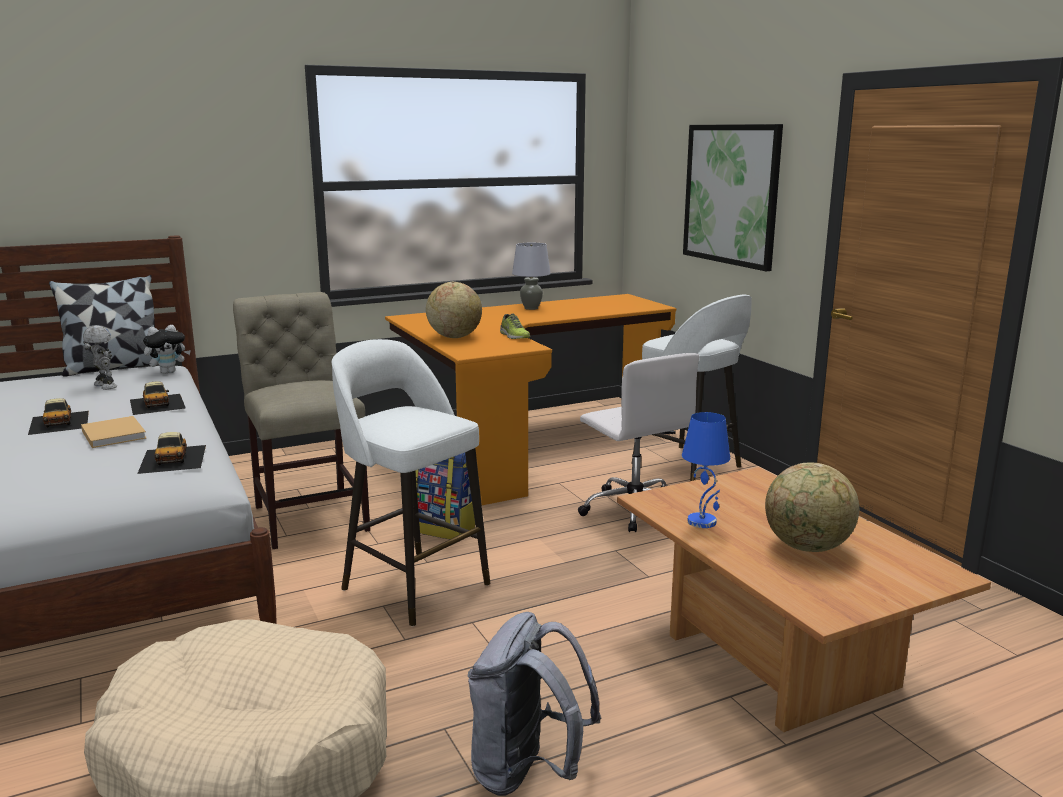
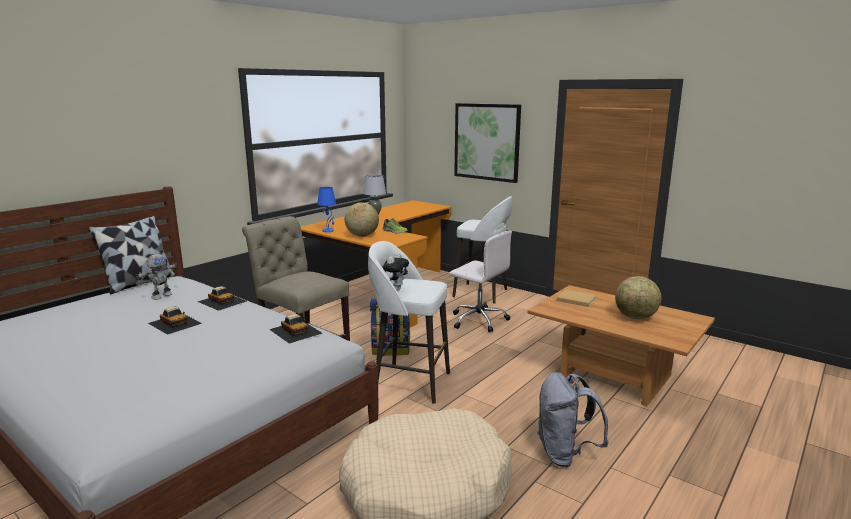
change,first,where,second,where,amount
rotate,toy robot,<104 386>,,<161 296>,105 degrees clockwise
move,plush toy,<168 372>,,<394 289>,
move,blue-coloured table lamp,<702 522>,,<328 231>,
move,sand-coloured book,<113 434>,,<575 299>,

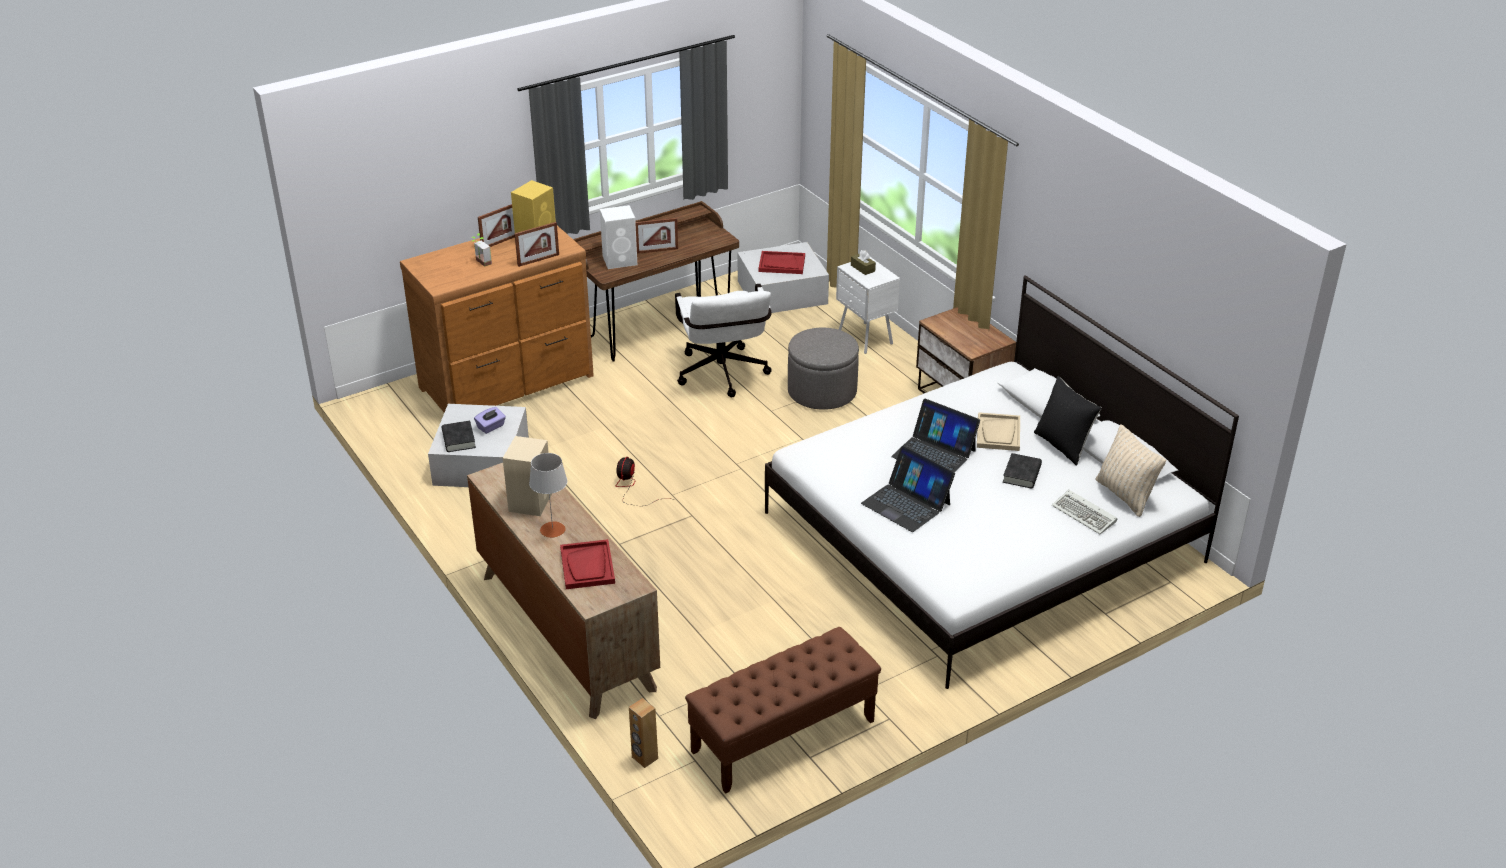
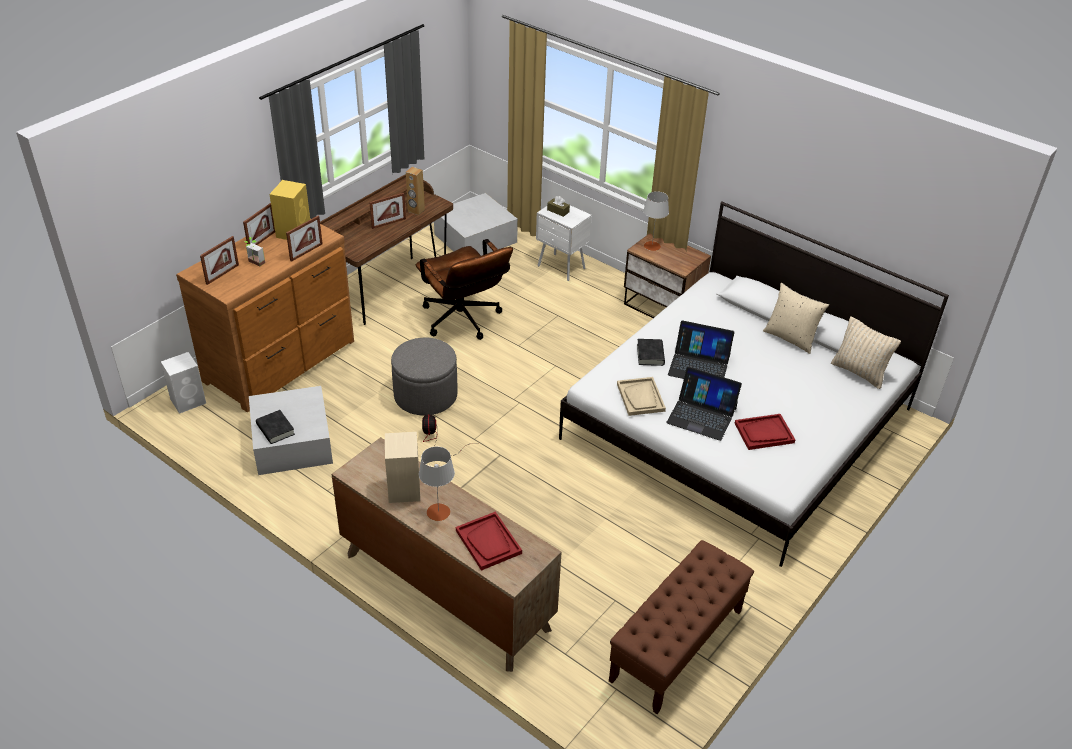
change,first,where,second,where,amount
move,whitish loudspeaker,<620 260>,,<189 401>,
move,red-coloured serving tray,<781 264>,,<764 433>,
recolor,whitish desk chair,<723 377>,brown-coloured desk chair,<464 322>,
move,greyish footrest,<822 392>,,<425 396>,
recolor,blackish throw pillow,<1063 445>,sand-coloured throw pillow,<790 338>,
delete,purple-coloured box of tissues,<491 427>,,,
move,sand-coloured serving tray,<998 433>,,<640 397>,
move,blackish book,<1021 474>,,<650 355>,
delete,PC keyboard,<1085 515>,,,
move,brown-coloured loudspeaker,<644 758>,,<416 210>,
insert,,,greyish table lamp,<652 246>,
insert,,,photo frame,<222 274>,

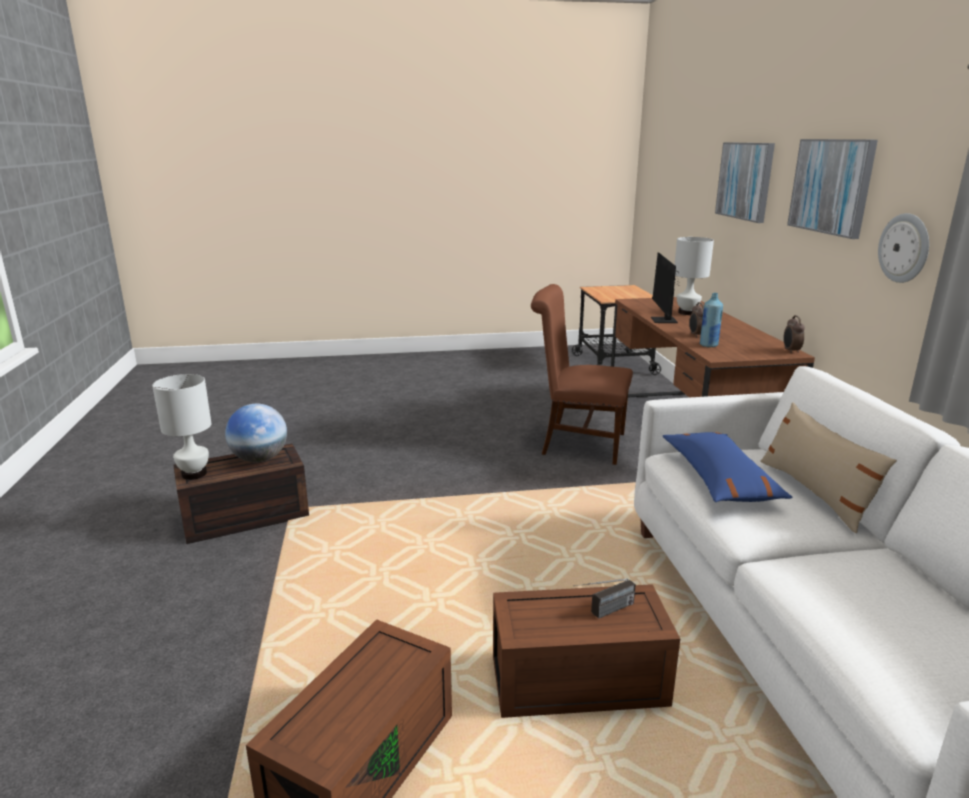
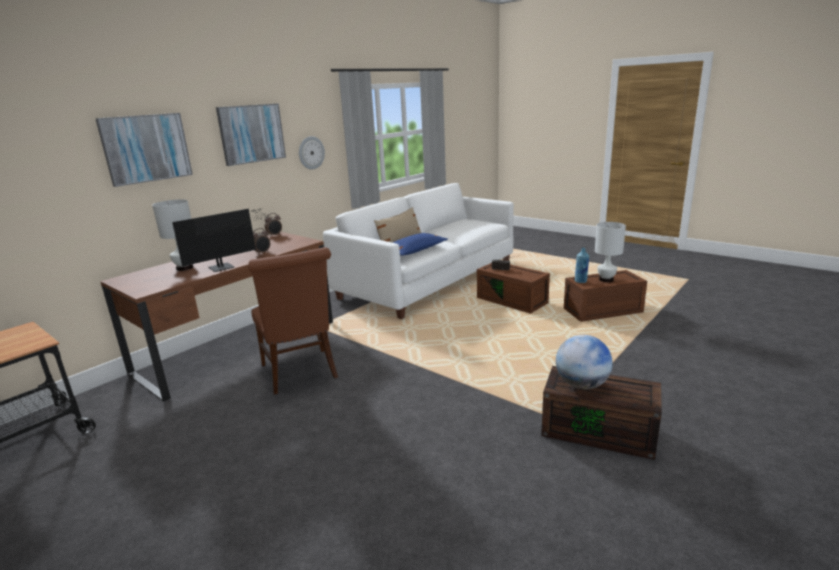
change,first,where,second,where,amount
move,blue-coloured drink bottle,<708 345>,,<581 281>,
move,whitish table lamp,<195 474>,,<605 279>,

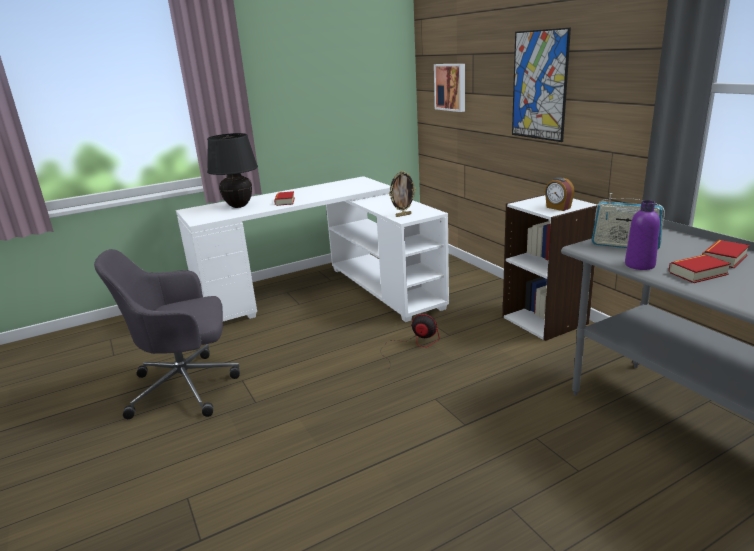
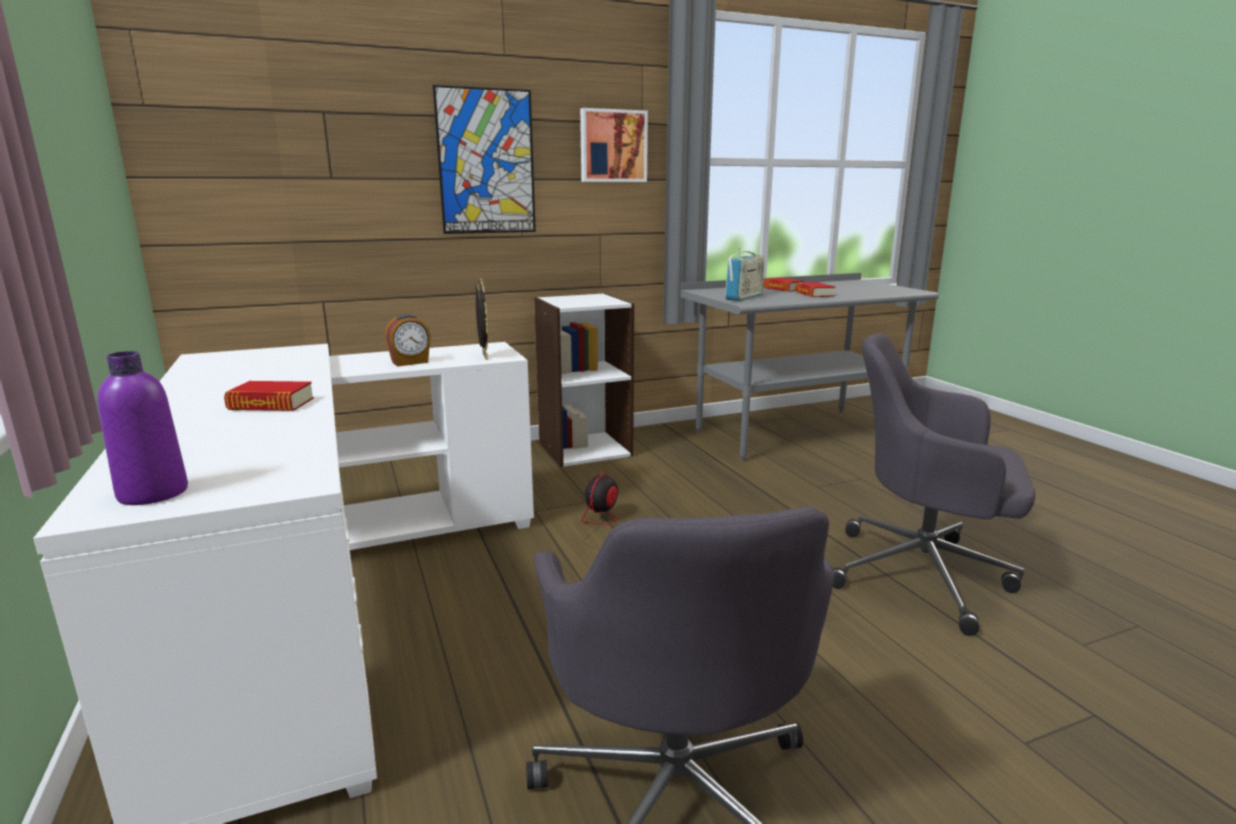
change,first,where,second,where,amount
move,picture,<451 87>,,<612 146>,
delete,blackish table lamp,<238 206>,,,
move,alarm clock,<558 208>,,<410 362>,
move,purple-coloured drink bottle,<639 265>,,<153 493>,
insert,,,greyish desk chair,<924 575>,

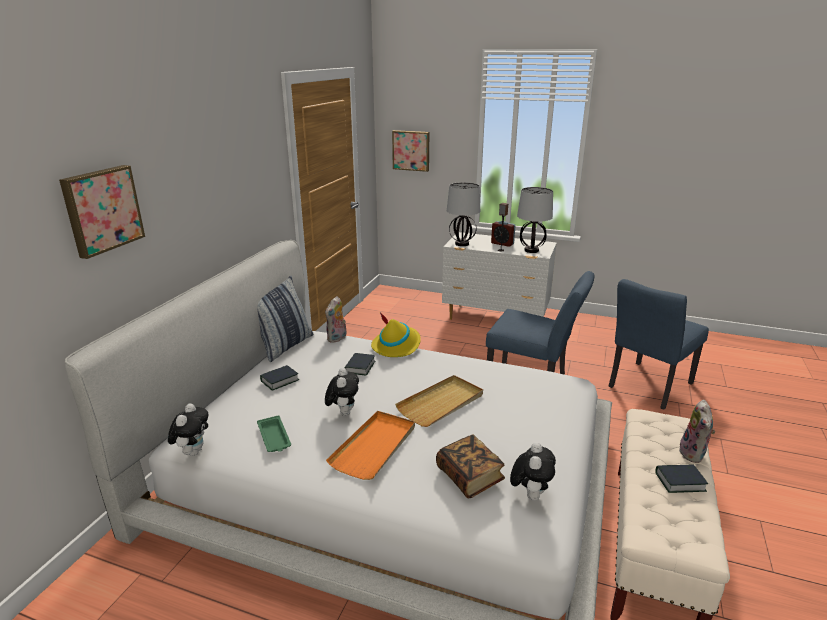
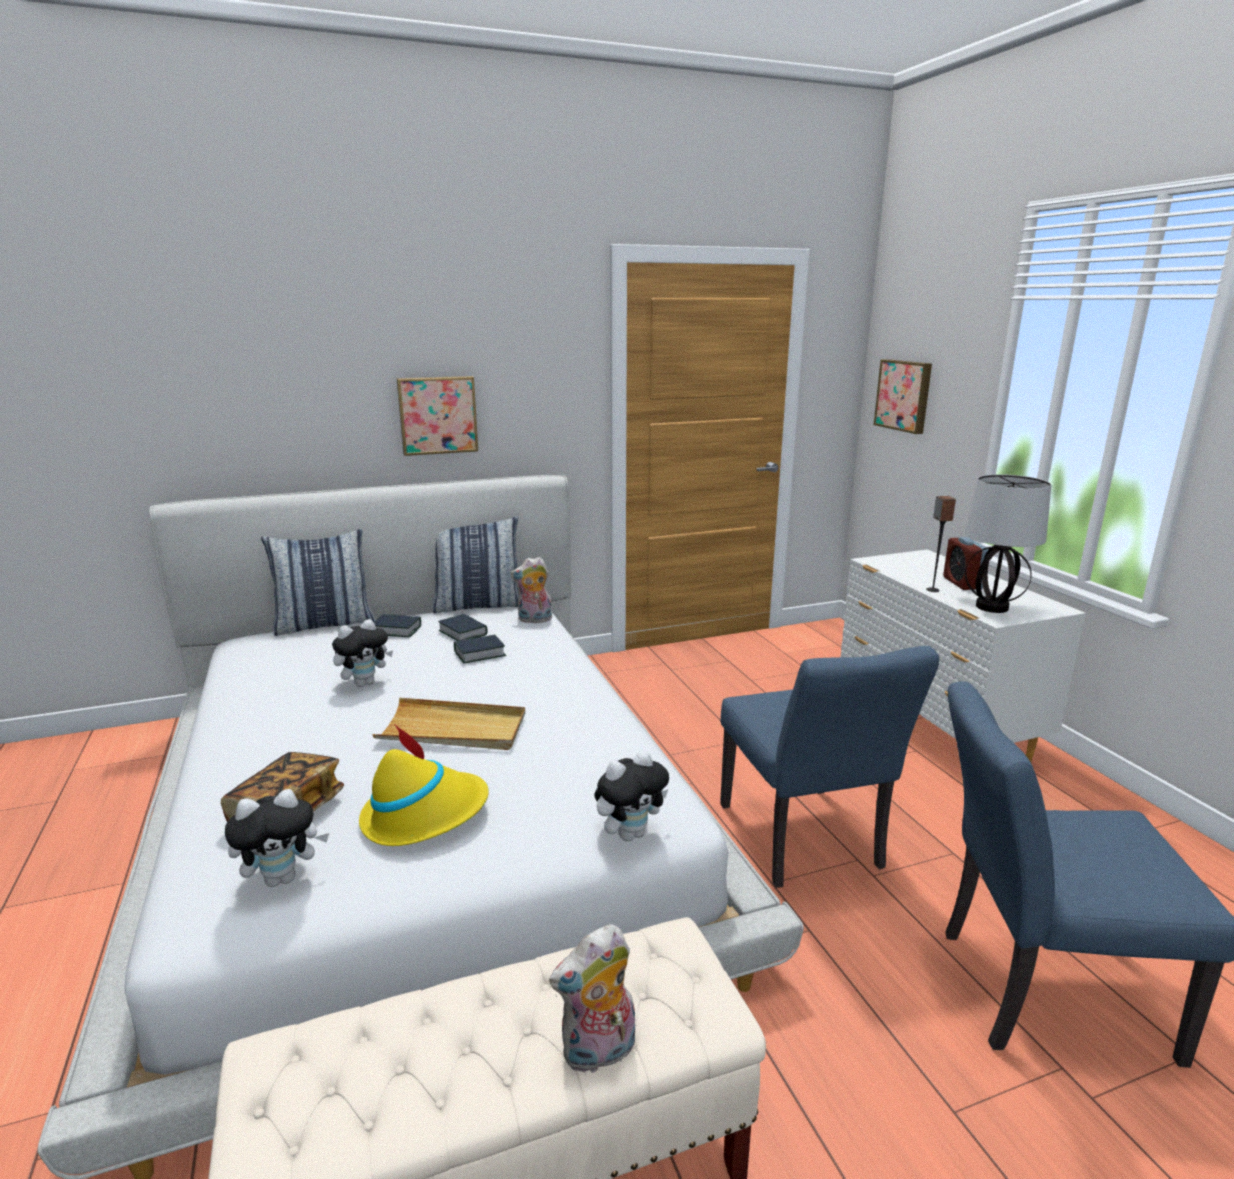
change,first,where,second,where,amount
move,picture,<102 210>,,<437 415>,
delete,table lamp,<462 244>,,,
move,yellow-coloured hat,<396 345>,,<424 814>,
move,plush toy,<193 451>,,<630 833>,
delete,orangey serving tray,<374 446>,,,
delete,green-coloured serving tray,<274 437>,,,
move,book,<679 482>,,<463 633>,
insert,,,throw pillow,<325 624>,

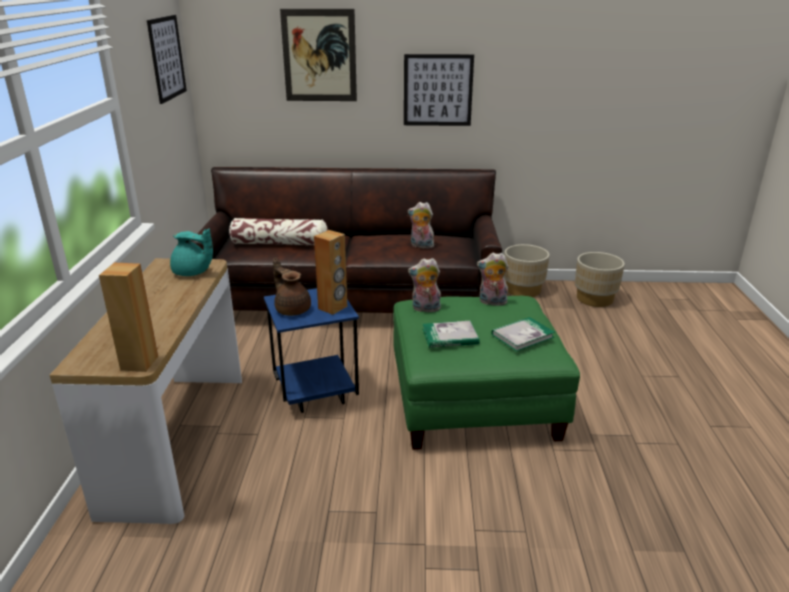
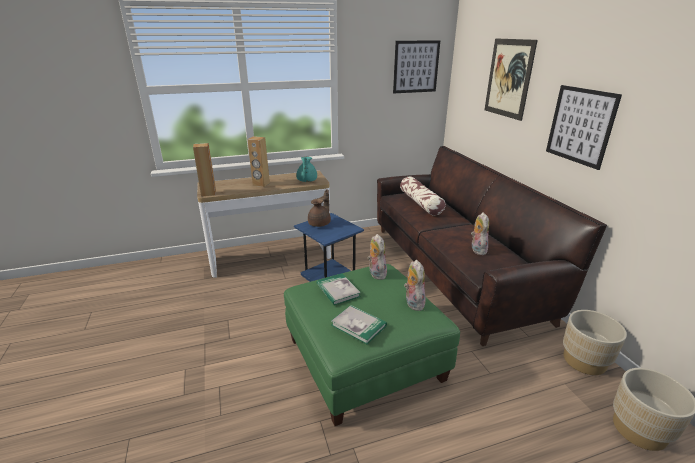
change,first,where,second,where,amount
move,brown-coloured loudspeaker,<333 308>,,<261 184>,

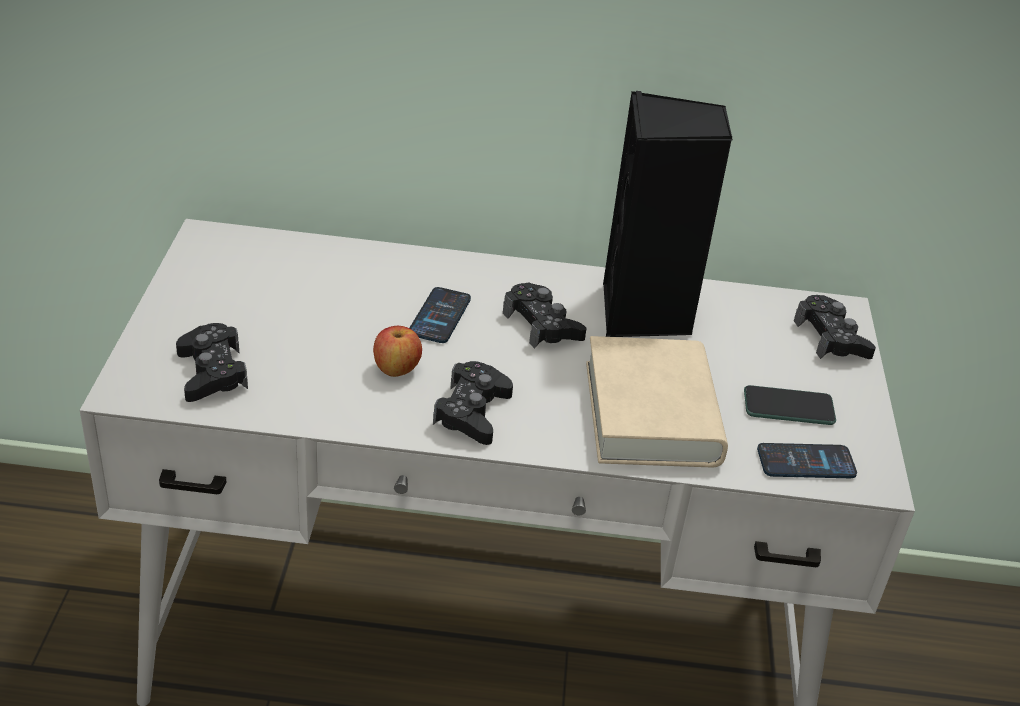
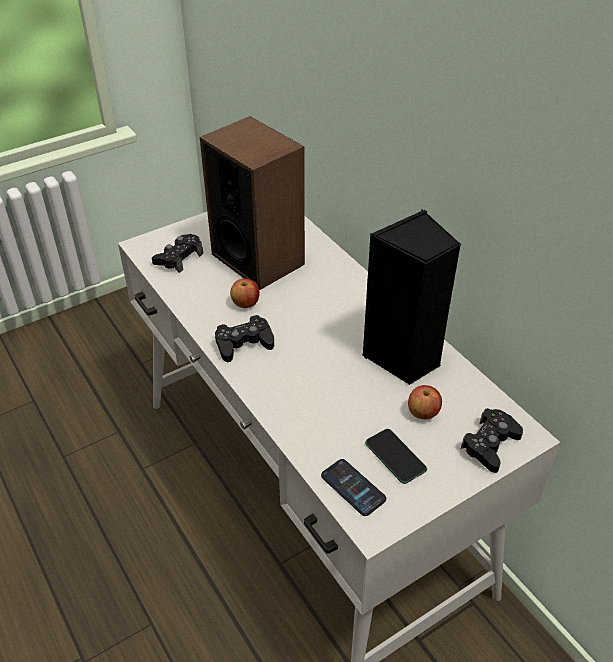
change,first,where,second,where,amount
delete,blackish game controller,<542 325>,,,
delete,handset,<440 316>,,,
delete,sand-coloured book,<651 413>,,,
insert,,,loudspeaker,<258 259>,
insert,,,apple,<423 413>,

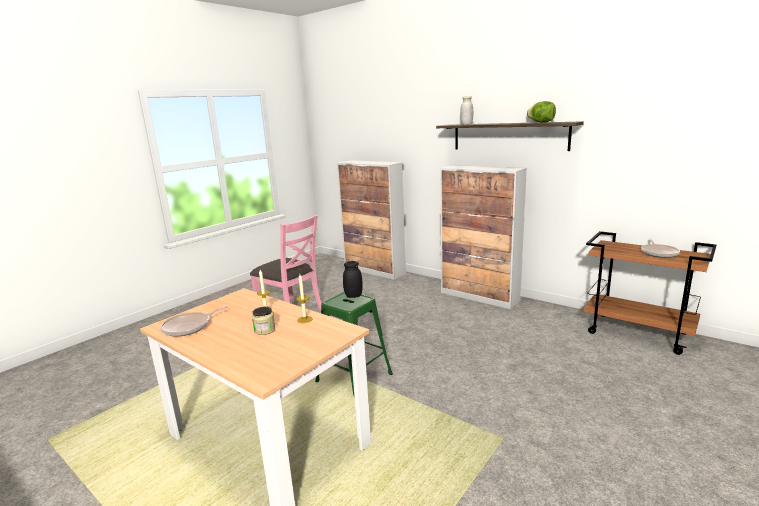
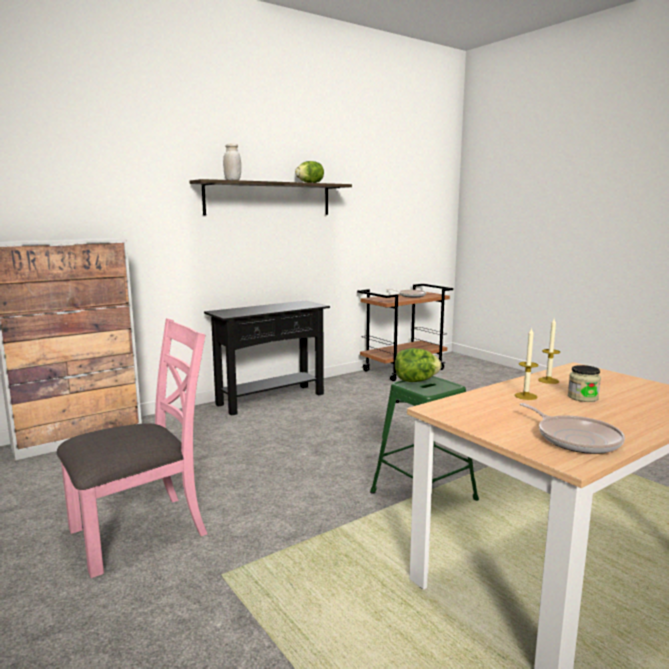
change,first,where,second,where,amount
replace,cupboard,<479 296>,blackish console table,<271 399>,
replace,blackish preserve jar,<353 296>,lettuce head,<415 381>,

